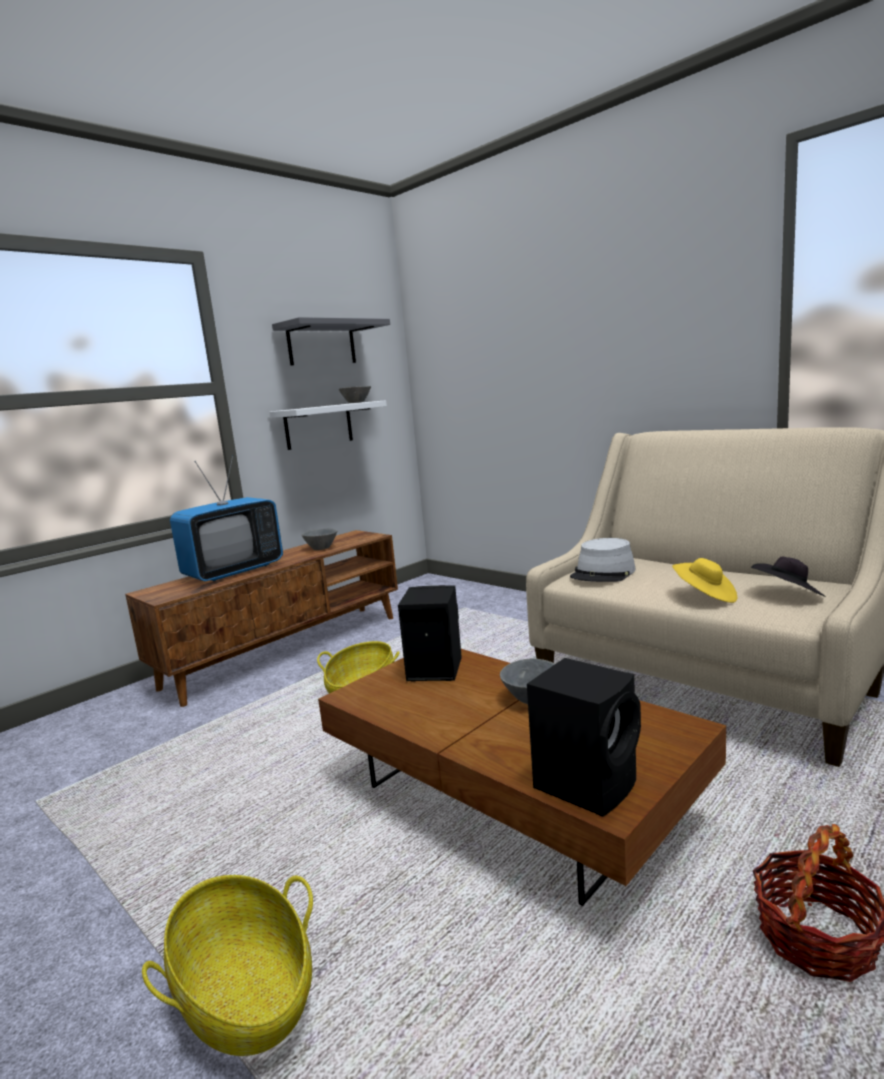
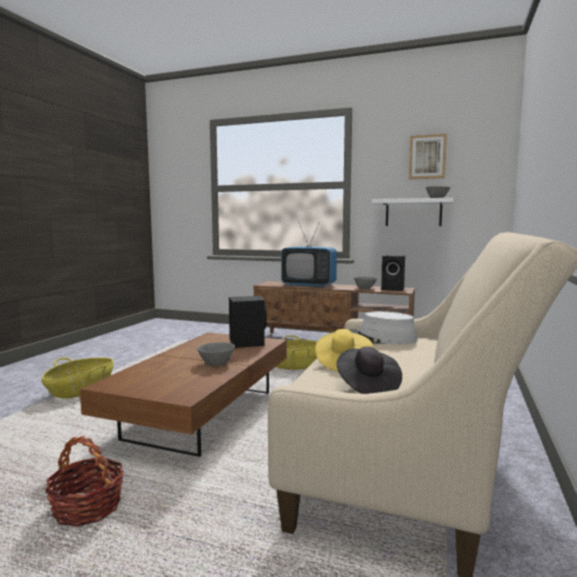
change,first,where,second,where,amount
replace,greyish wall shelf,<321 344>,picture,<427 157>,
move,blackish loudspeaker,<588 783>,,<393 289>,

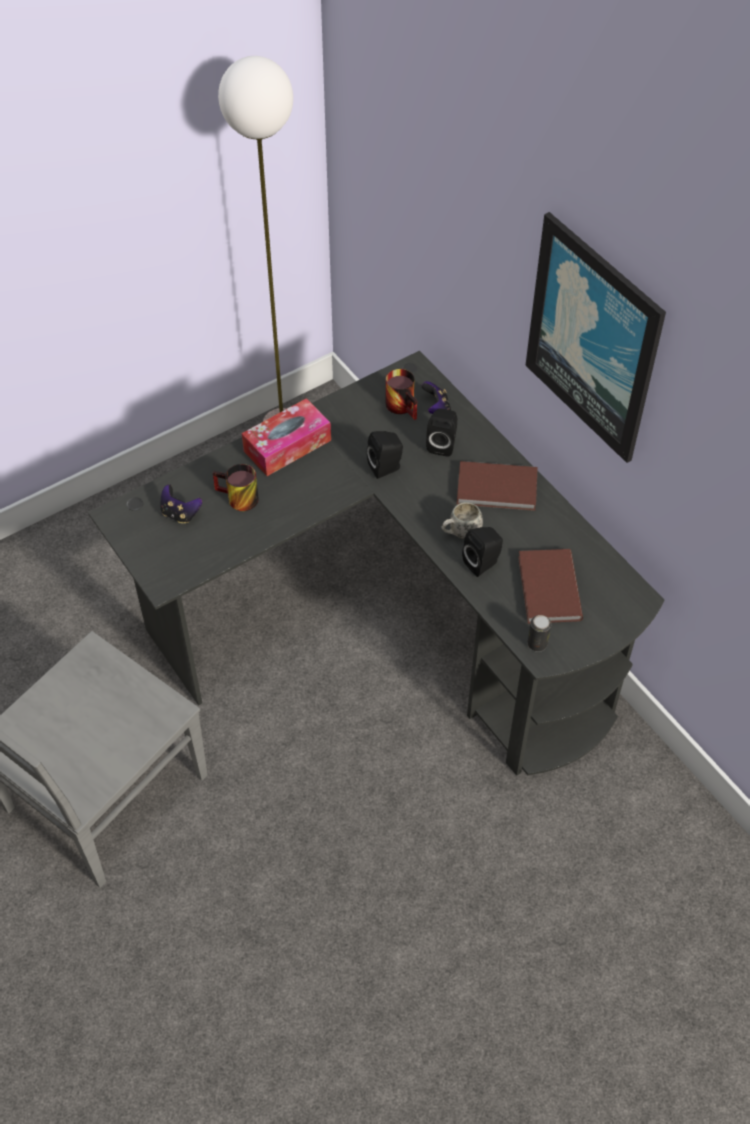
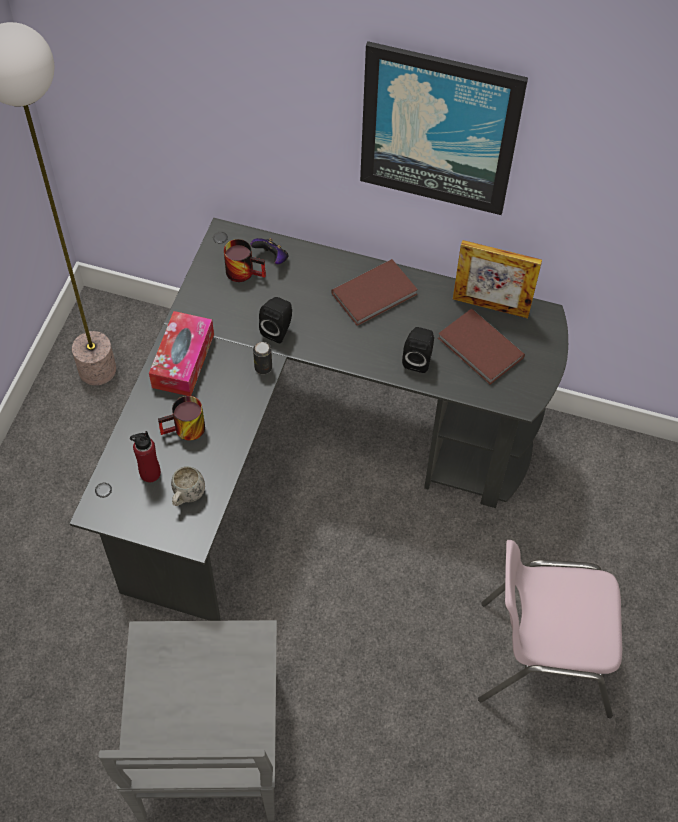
change,first,where,second,where,amount
delete,blackish loudspeaker,<442 444>,,,
replace,game controller,<180 514>,red-coloured drink bottle,<150 473>,
move,whitish coffee mug,<460 533>,,<187 497>,
move,sealed can,<537 644>,,<263 367>,
insert,,,photo frame,<490 306>,
insert,,,pink plain chair,<542 655>,

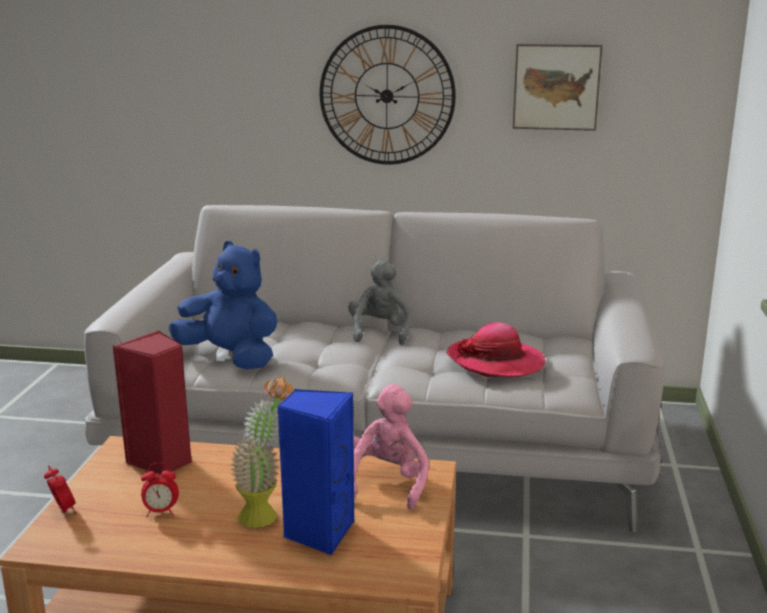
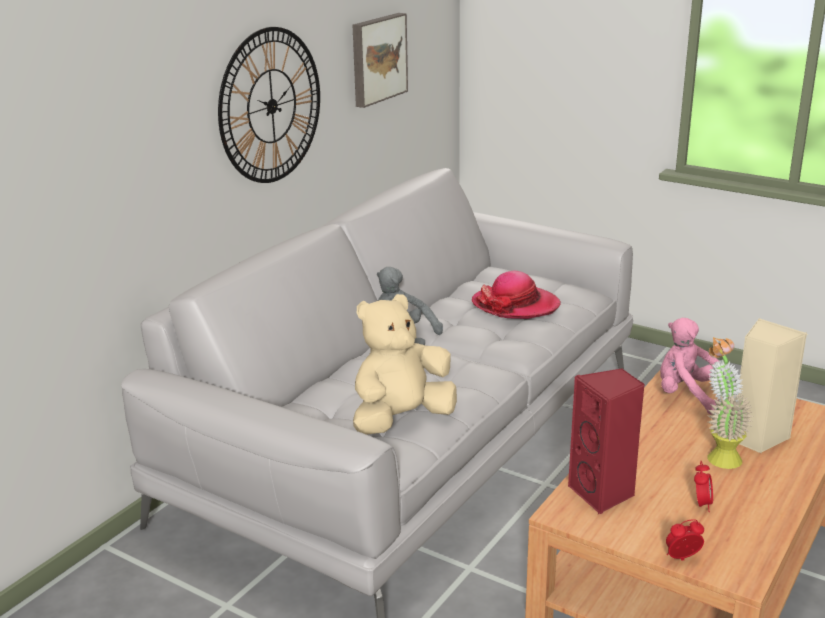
change,first,where,second,where,amount
recolor,blue-coloured plush toy,<231 358>,sand-coloured plush toy,<401 420>,
recolor,blue-coloured loudspeaker,<318 532>,sand-coloured loudspeaker,<756 437>,

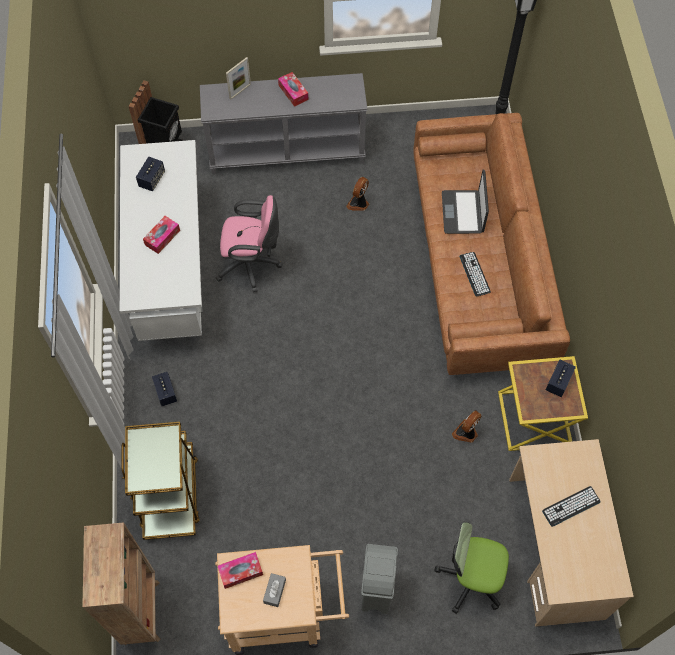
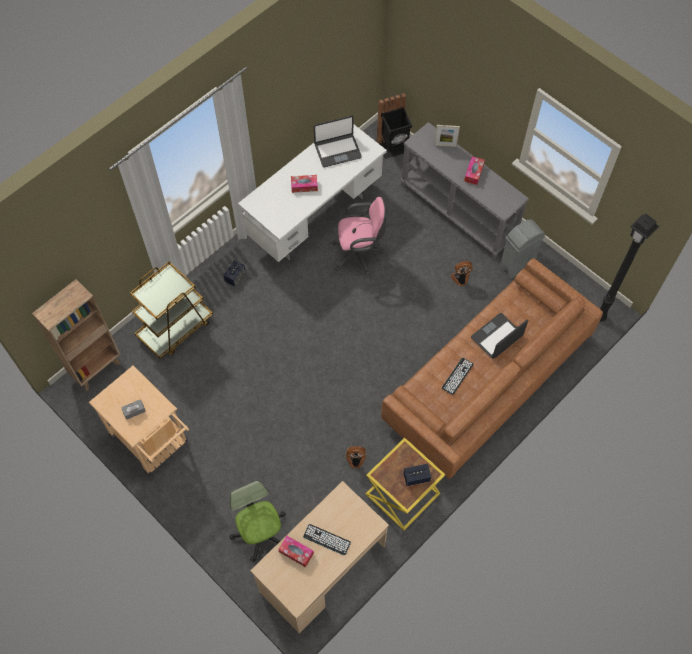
change,first,where,second,where,amount
replace,loudspeaker,<152 179>,notebook computer,<337 150>,
rotate,pink desk chair,<251 264>,,<359 254>,60 degrees counterclockwise
move,greyish rubbish bin,<376 591>,,<516 266>,
move,box of tissues,<240 572>,,<296 552>,

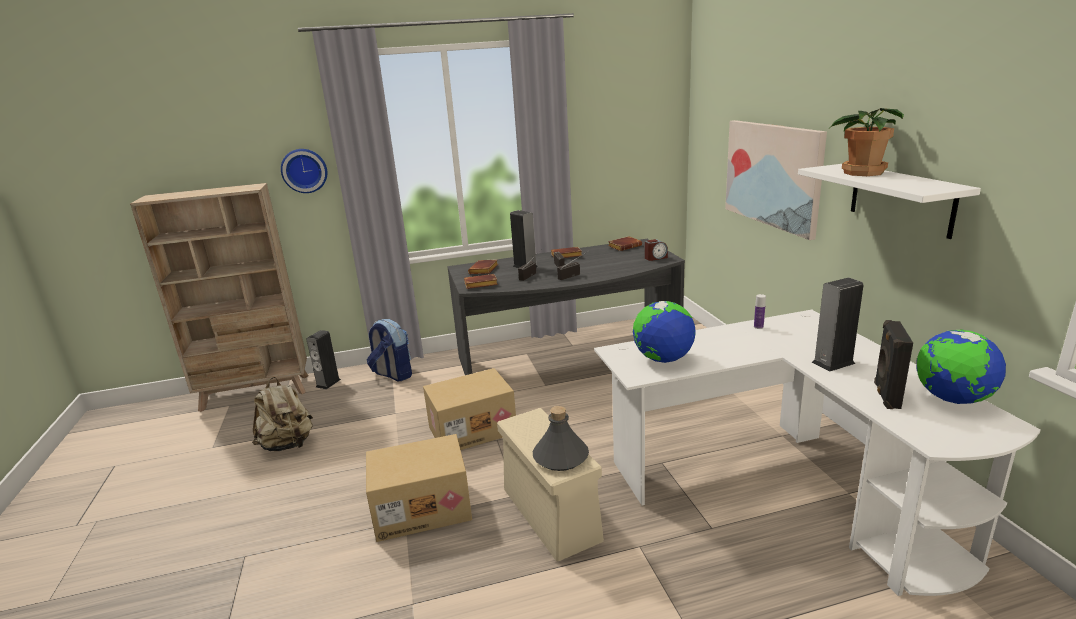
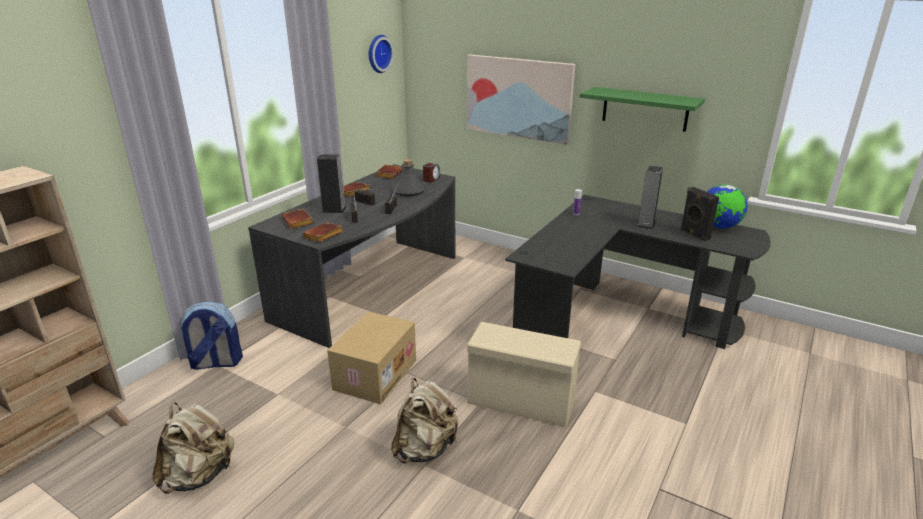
change,first,where,second,where,amount
delete,potted plant,<861 172>,,,
move,clock on the wall,<304 170>,,<378 53>,
recolor,whitish wall shelf,<901 199>,green-coloured wall shelf,<645 109>,
delete,world globe,<663 359>,,,
recolor,whitish desk,<785 486>,blackish desk,<618 318>,
delete,loudspeaker,<328 383>,,,
move,greyish drink bottle,<560 457>,,<408 191>,
replace,cardboard box,<423 507>,sand-coloured rucksack,<425 449>,

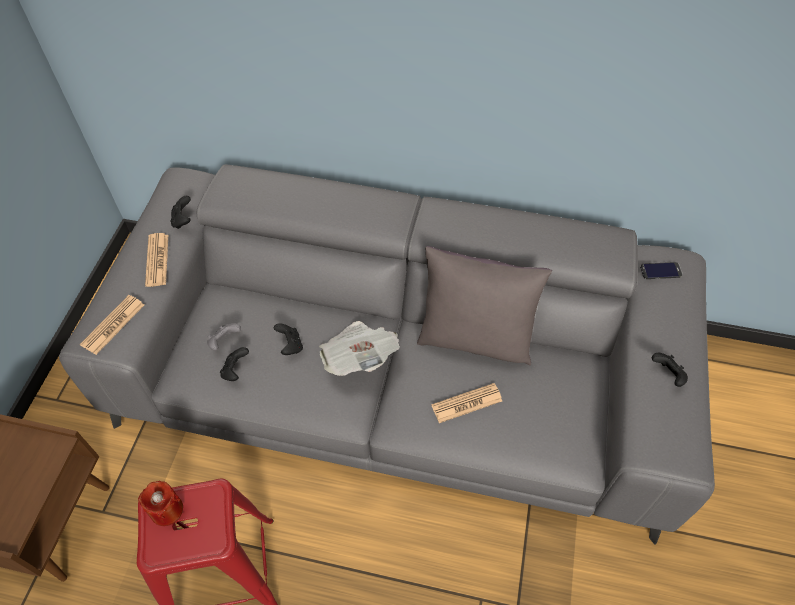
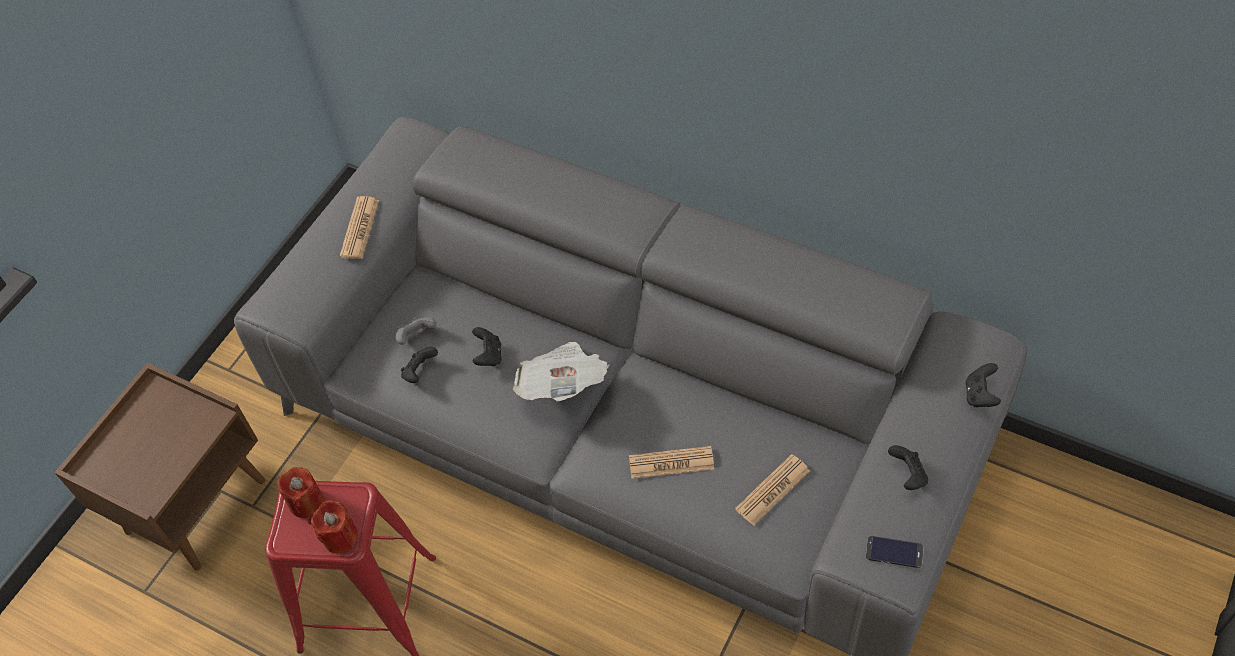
change,first,where,second,where,amount
move,blackish game controller,<183 220>,,<980 395>,
delete,greyish throw pillow,<474 339>,,,
move,handset,<661 271>,,<894 552>,
move,newspaper,<113 325>,,<772 490>,
insert,,,red-coloured wax light,<340 537>,

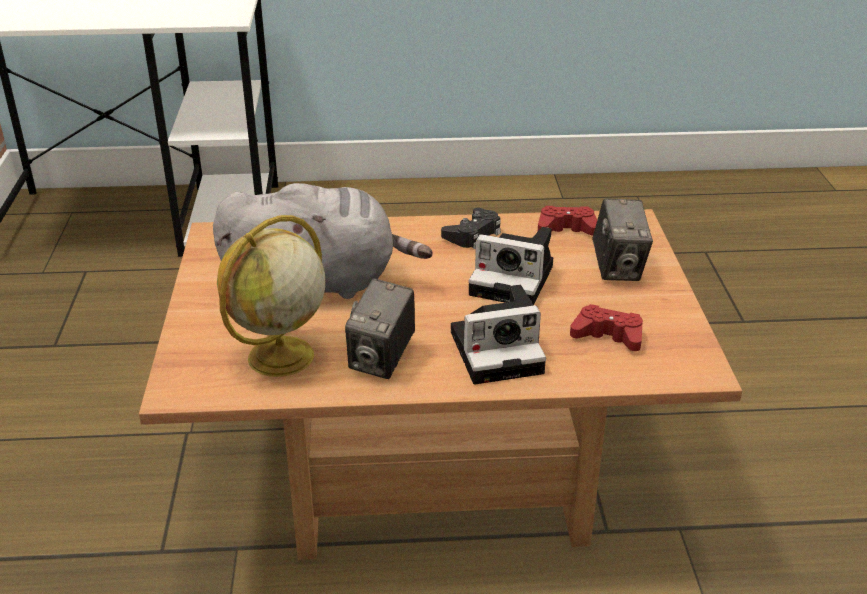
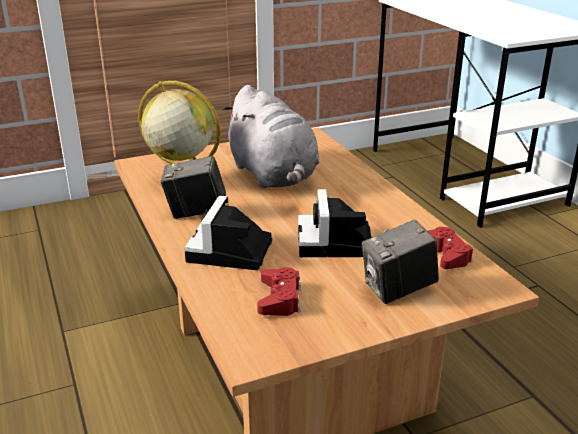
change,first,where,second,where,amount
delete,blackish game controller,<473 234>,,,
rotate,photo camera,<500 351>,,<230 253>,45 degrees clockwise

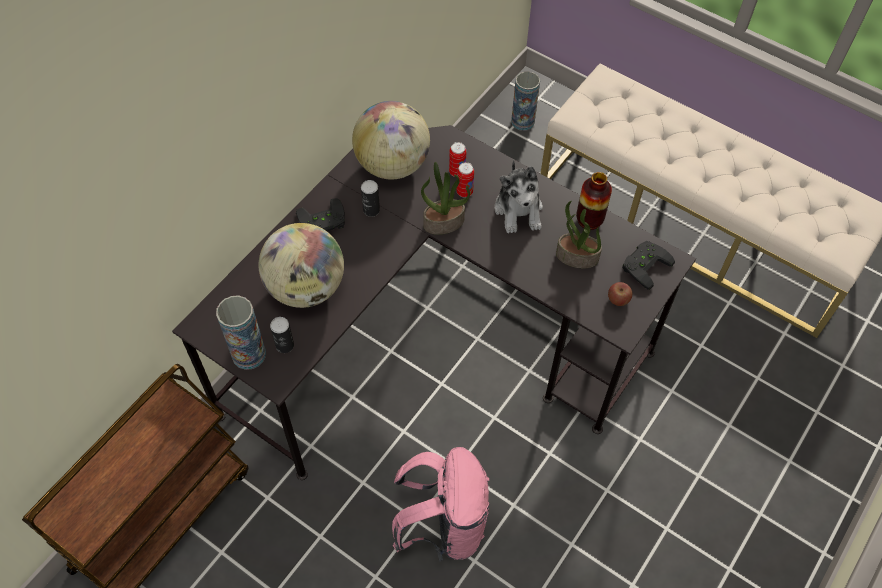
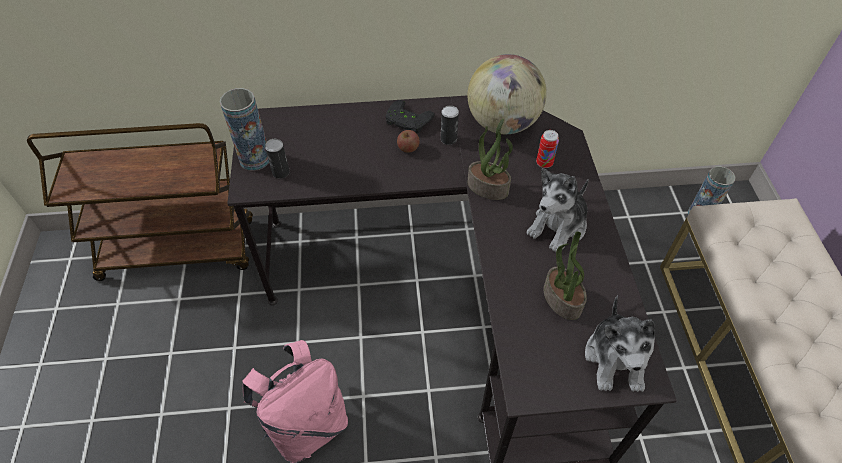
change,first,where,second,where,amount
delete,sealed can,<464 192>,,,
delete,vase,<589 220>,,,
delete,world globe,<306 288>,,,
replace,blackish game controller,<644 264>,plush toy,<616 359>,
move,apple,<618 299>,,<408 148>,

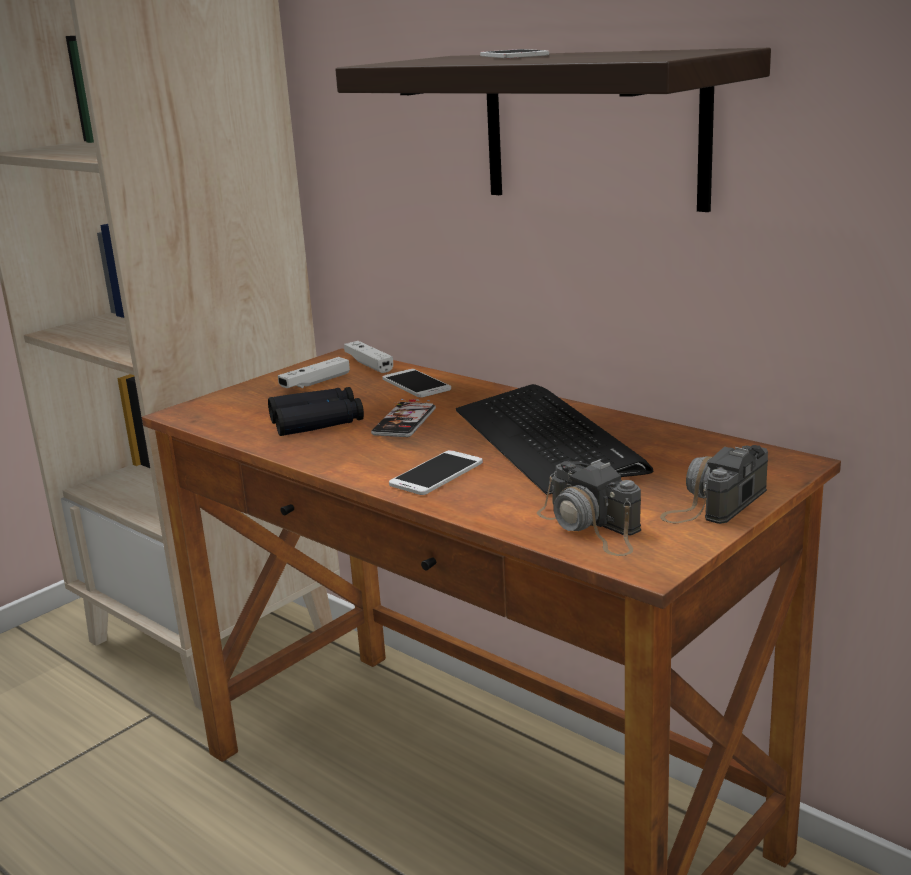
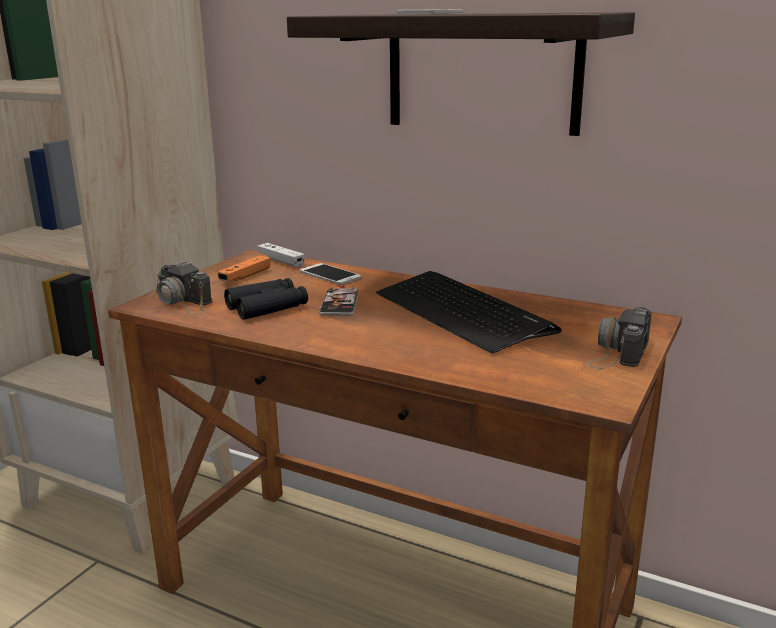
change,first,where,second,where,amount
recolor,whitish game controller,<315 382>,orangey game controller,<245 276>,
delete,handset,<436 474>,,,
move,photo camera,<591 527>,,<182 302>,

